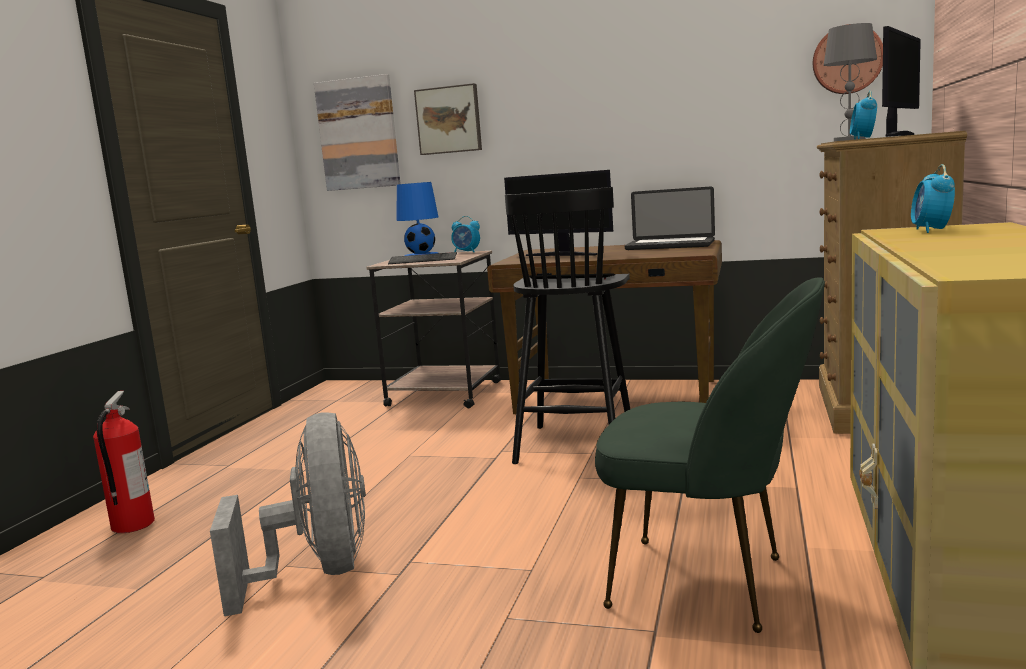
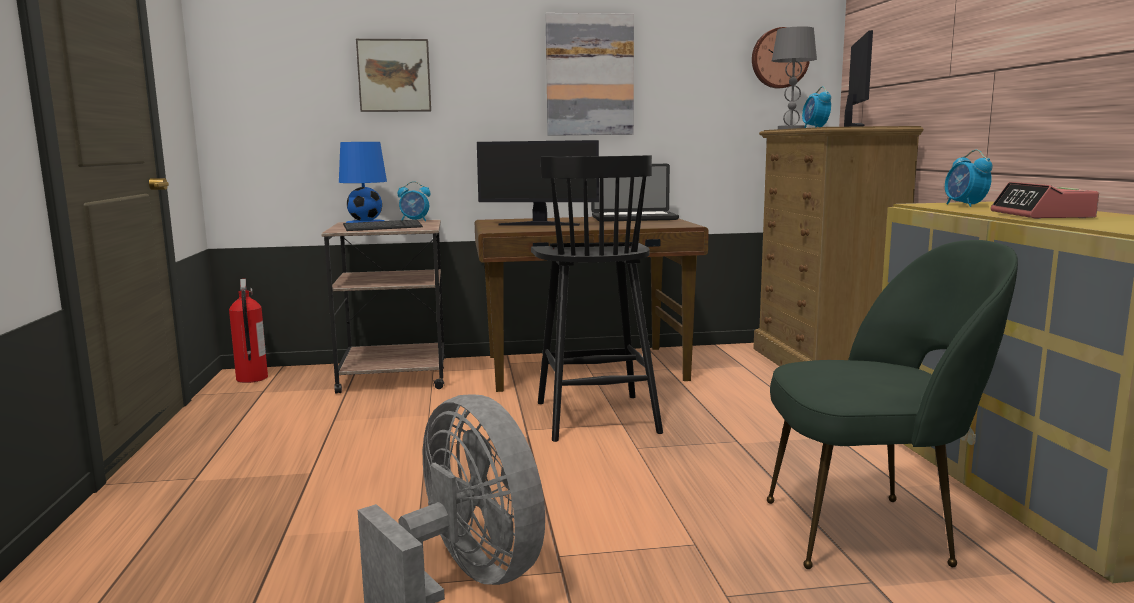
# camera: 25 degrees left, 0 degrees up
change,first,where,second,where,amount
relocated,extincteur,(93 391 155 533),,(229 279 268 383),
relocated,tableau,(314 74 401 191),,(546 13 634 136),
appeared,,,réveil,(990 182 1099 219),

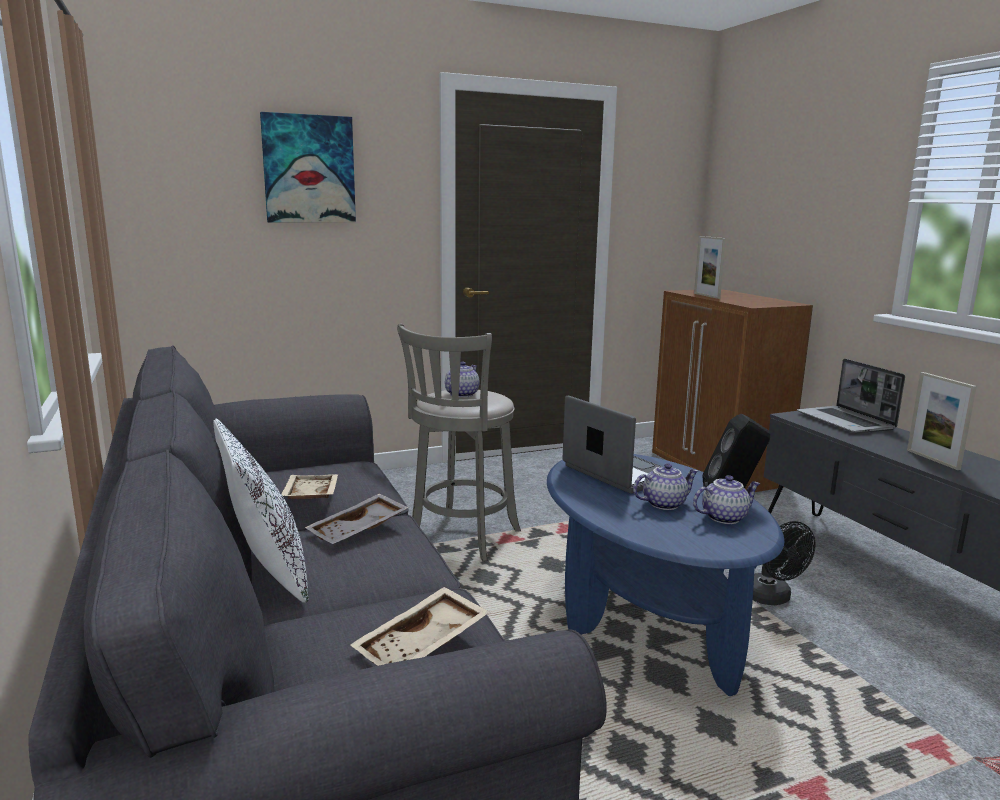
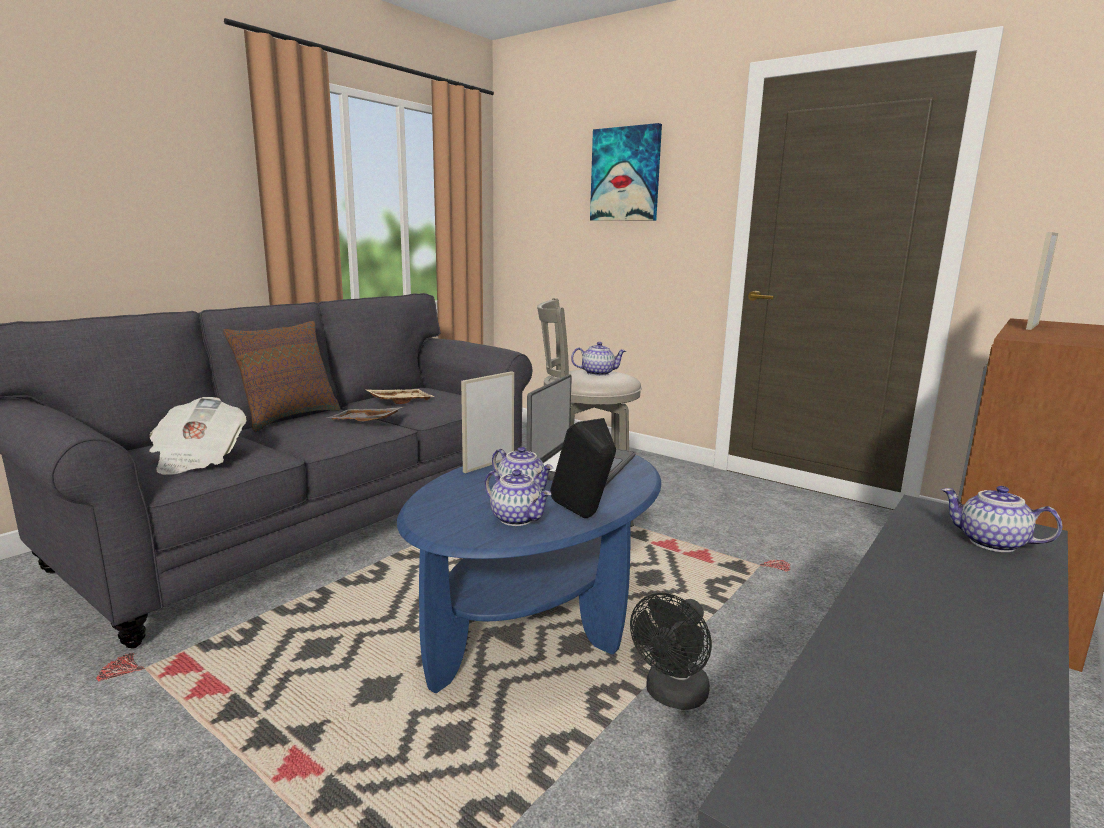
# camera: 60 degrees right, 0 degrees up
change,first,where,second,where,amount
exchanged,plateau [beige],(350 587 490 666),journal,(149 397 247 475),
colour,coussin [blanc],(213 419 308 603),coussin [marron],(223 321 341 432),
relocated,cadre photo,(907 372 977 470),,(461 371 514 473),
exchanged,ordinateur portable,(797 359 905 434),théière,(941 486 1062 552),

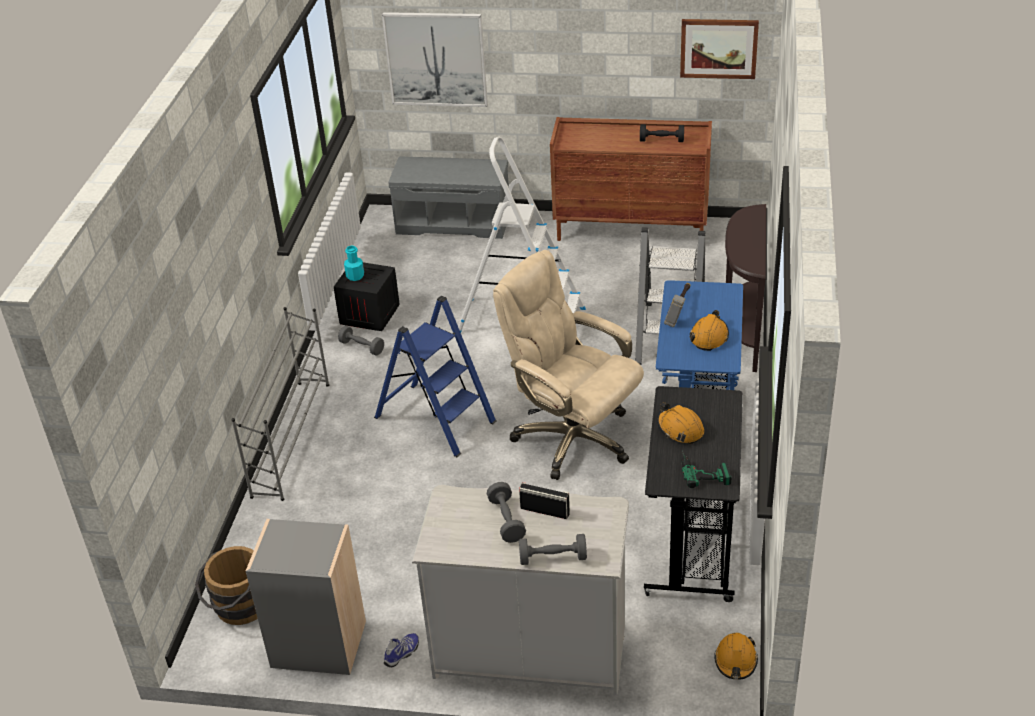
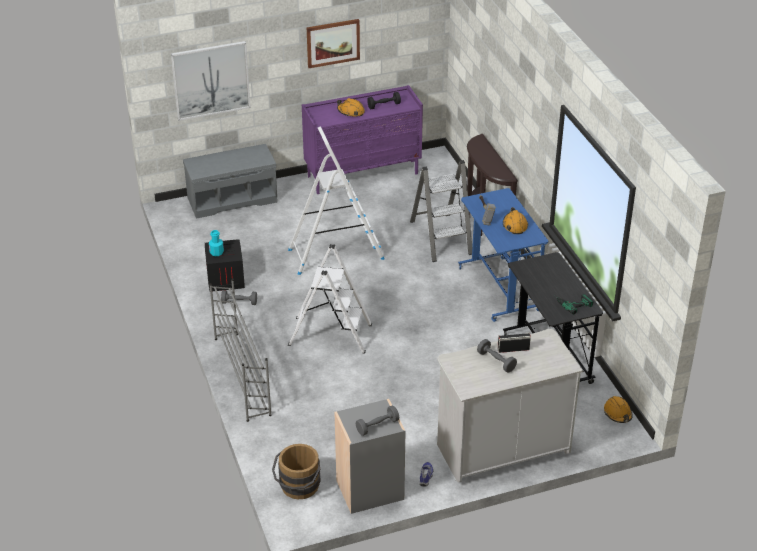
# camera: 30 degrees left, 0 degrees up
change,first,where,second,where,amount
colour,escabeau [bleu],(374 296 496 457),escabeau [blanc],(288 244 372 353),
colour,meuble de rangement [marron],(550 117 712 241),meuble de rangement [violet],(302 85 423 194),
relocated,tableau,(680 19 759 79),,(307 19 360 68),
relocated,casque de chantier [orange],(657 402 704 444),,(337 98 365 117),
relocated,haltère [gris],(519 534 587 565),,(356 406 399 436),
missing,chaise de bureau [beige],(493 250 644 480),,,

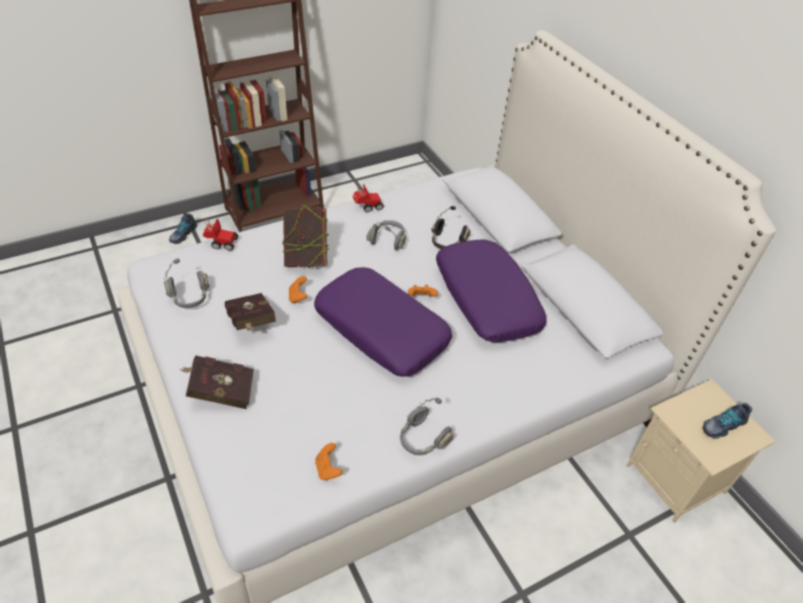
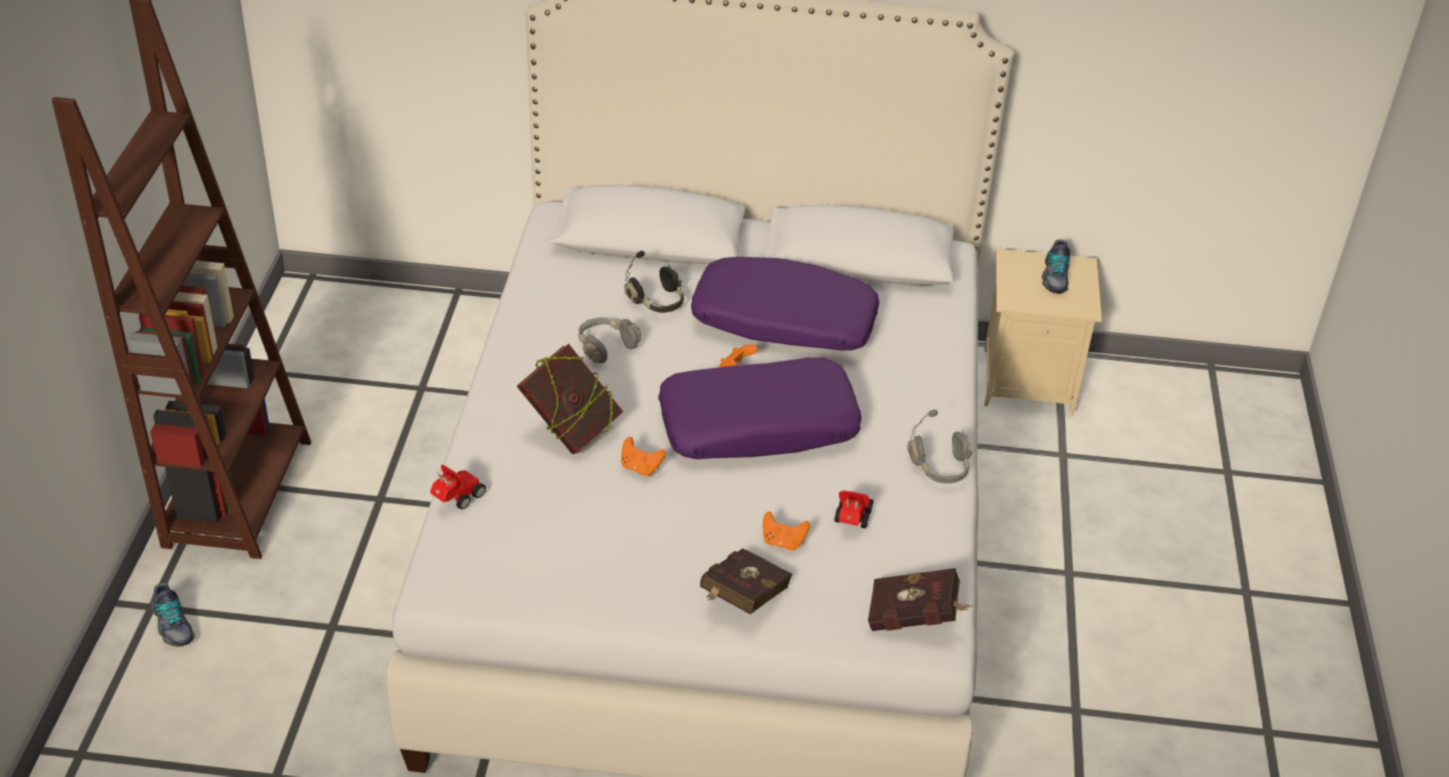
# camera: 55 degrees left, 5 degrees down
change,first,where,second,where,amount
relocated,manette [orange],(315 443 343 480),,(763 512 810 550),
relocated,petite voiture,(353 184 384 212),,(834 491 874 528),
relocated,livre [rouge],(225 293 276 332),,(868 568 972 631),
missing,casque audio [gris],(164 259 210 308),,,

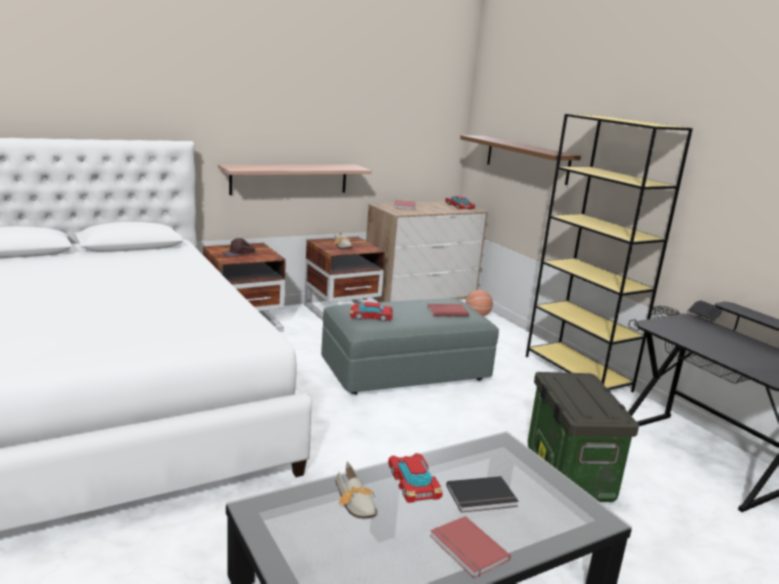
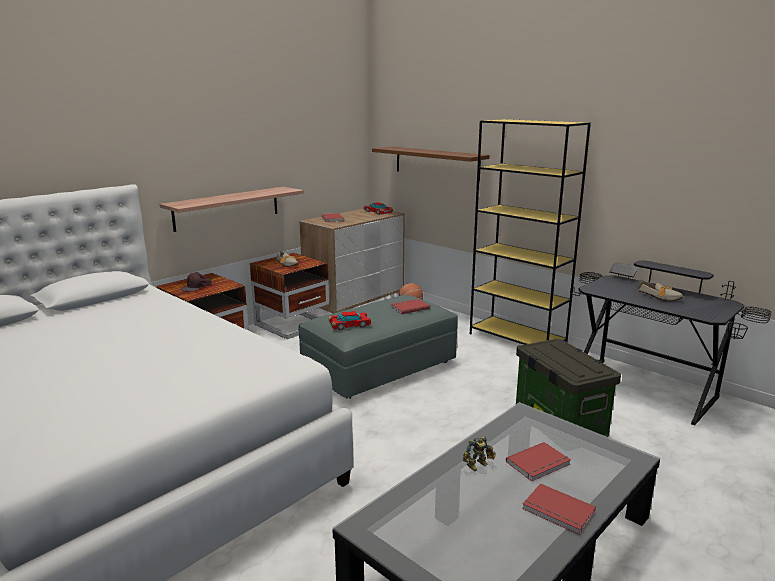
# camera: 15 degrees left, 0 degrees up
change,first,where,second,where,amount
exchanged,petite voiture,(388 453 443 503),robot jouet,(463 436 496 471),
colour,livre [noir],(447 476 519 513),livre [rouge],(506 442 571 481),
relocated,chaussure,(335 461 377 518),,(638 279 683 301),

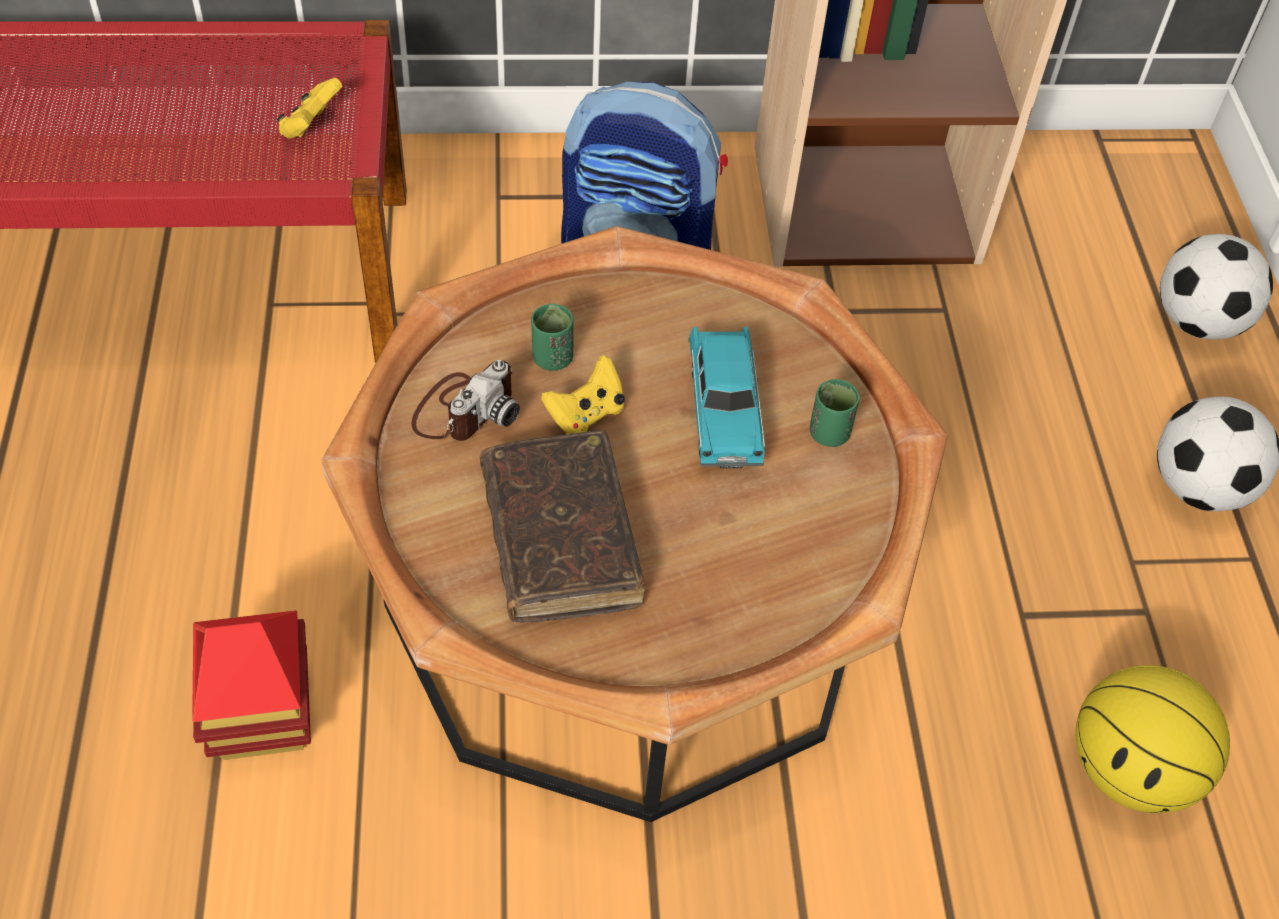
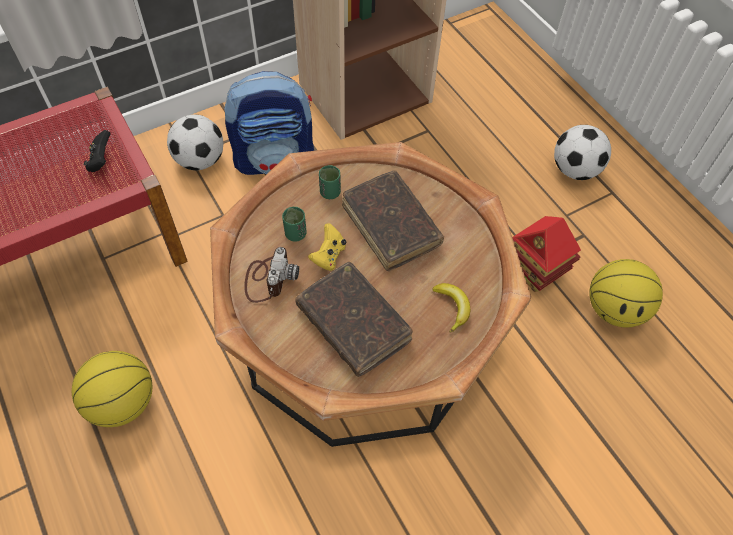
# camera: 25 degrees left, 5 degrees up
change,first,where,second,where,amount
appeared,,,ballon de basket,(72 351 152 427),
colour,manette [jaune],(277 78 343 139),manette [noir],(84 130 111 172),
relocated,ballon de foot,(1160 234 1273 339),,(167 114 223 170),
relocated,tasse [vert],(810 379 860 447),,(319 165 341 199),
exchanged,petite voiture [turquoise],(689 327 765 468),livre [marron],(342 171 444 271),
appeared,,,banane,(432 283 470 333),
relocated,maison miniature,(192 610 311 760),,(512 216 581 292),

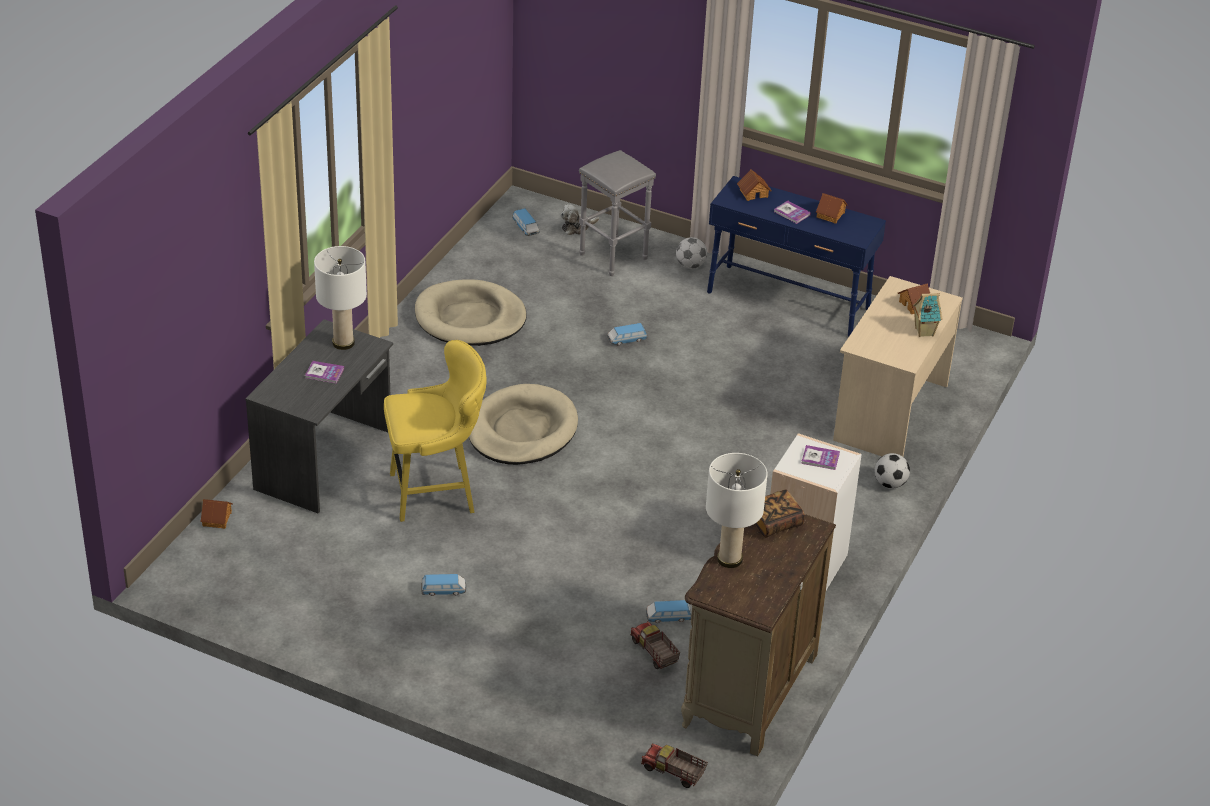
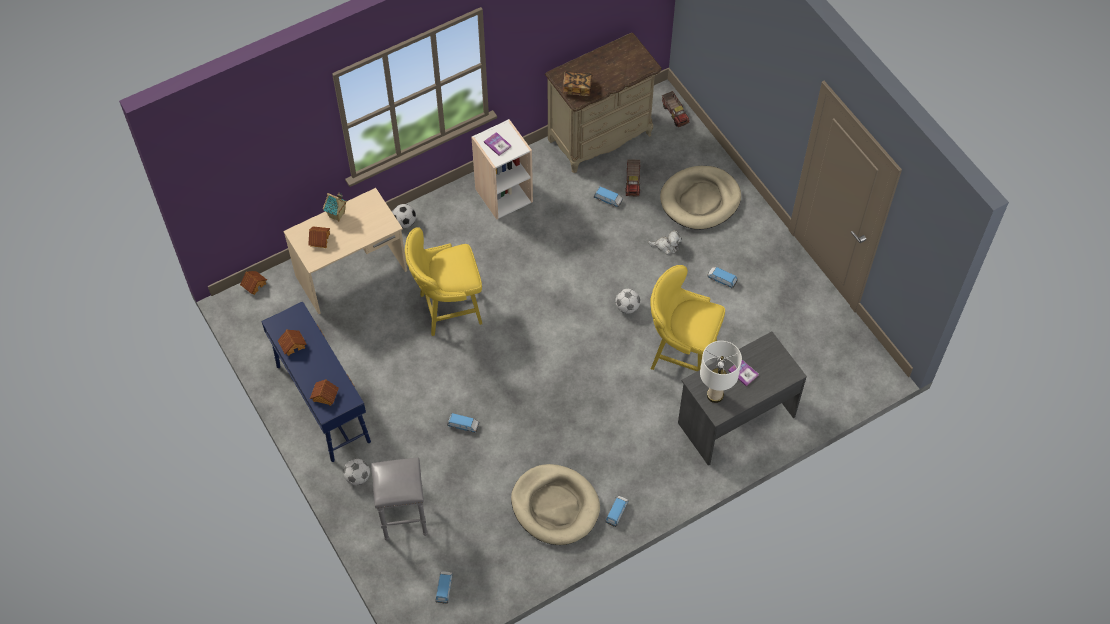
# camera: 145 degrees left, 20 degrees up
change,first,where,second,where,amount
relocated,maison miniature,(201 499 233 529),,(240 271 267 295),
appeared,,,tabouret [jaune],(405 227 482 336),
appeared,,,petite voiture,(605 496 629 527),
appeared,,,ballon de foot,(615 289 640 314),
relocated,peluche,(561 204 599 235),,(648 230 682 255),
relocated,panier pour chien [beige],(469 384 578 465),,(660 166 741 229),
missing,lampe de table [blanc],(706 453 767 568),,,
missing,livre,(774 201 811 224),,,

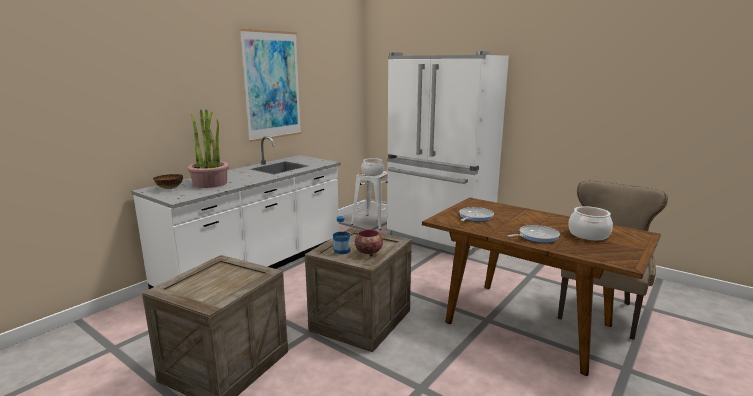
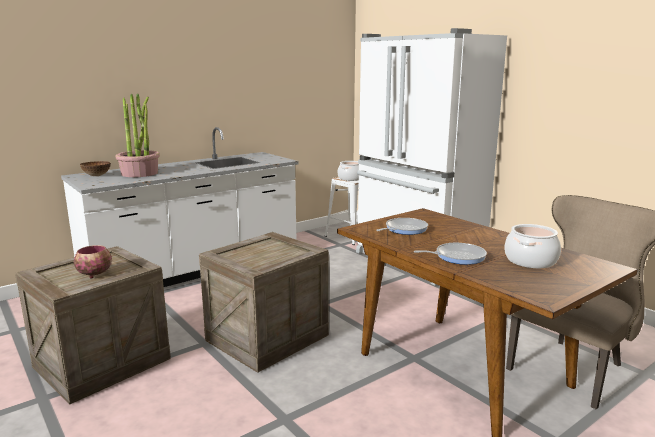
# camera: 15 degrees right, 0 degrees up
change,first,where,second,where,amount
relocated,bol,(355 230 383 256),,(74 245 112 279),
missing,tableau,(239 29 302 142),,,
missing,bouteille,(333 216 351 254),,,

